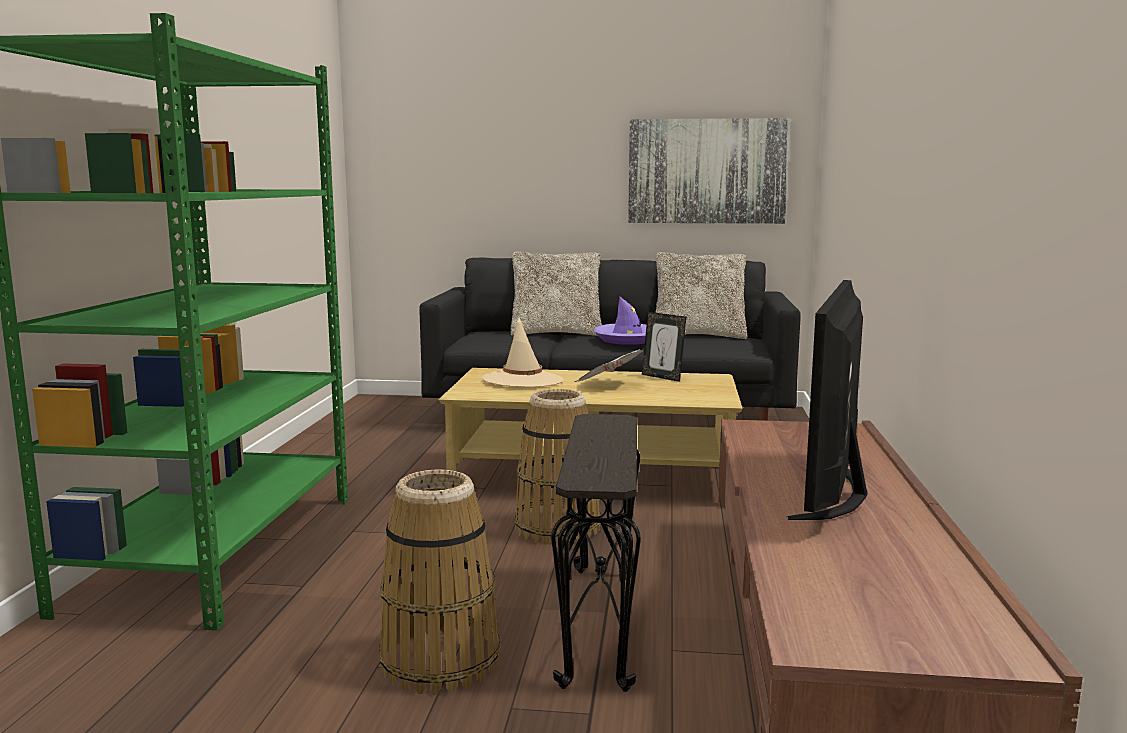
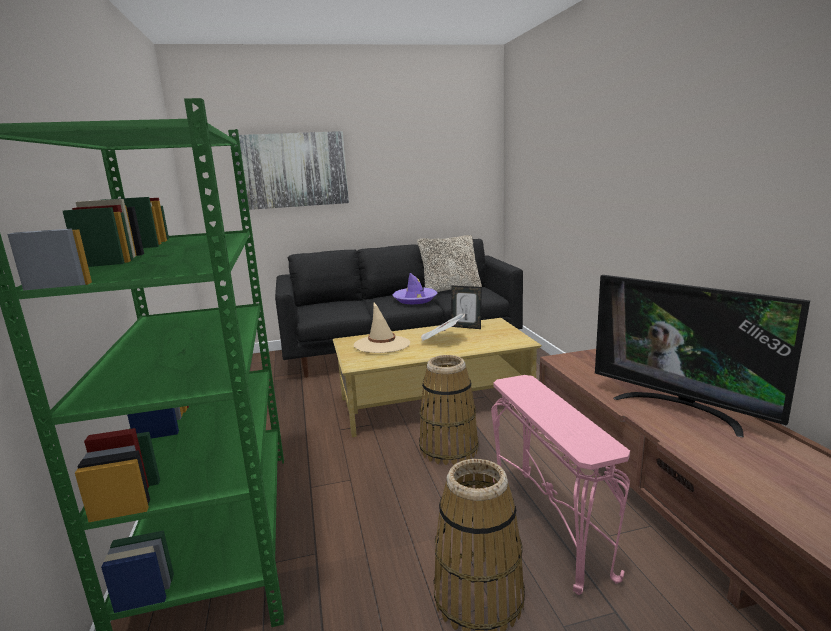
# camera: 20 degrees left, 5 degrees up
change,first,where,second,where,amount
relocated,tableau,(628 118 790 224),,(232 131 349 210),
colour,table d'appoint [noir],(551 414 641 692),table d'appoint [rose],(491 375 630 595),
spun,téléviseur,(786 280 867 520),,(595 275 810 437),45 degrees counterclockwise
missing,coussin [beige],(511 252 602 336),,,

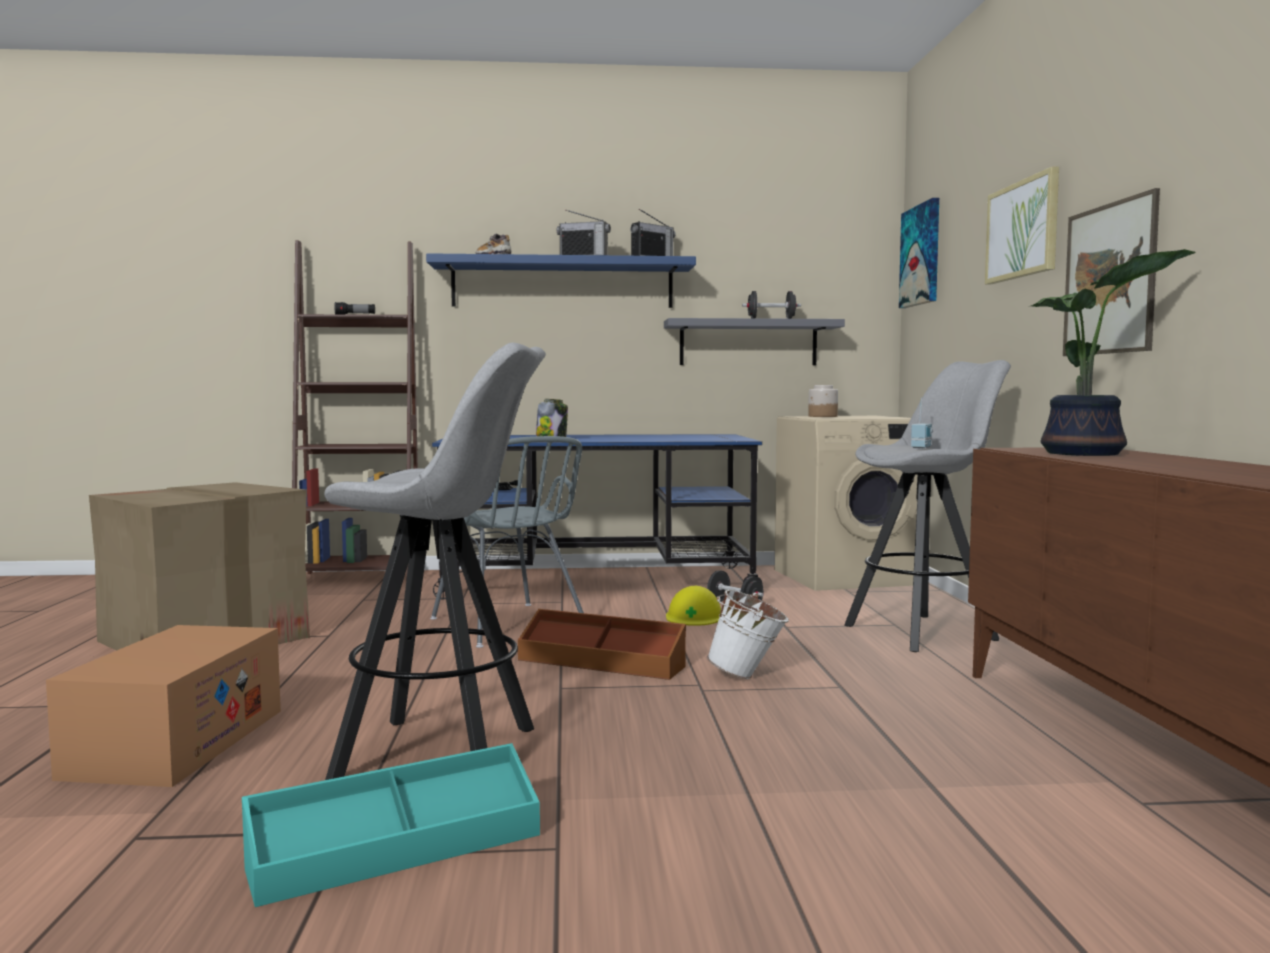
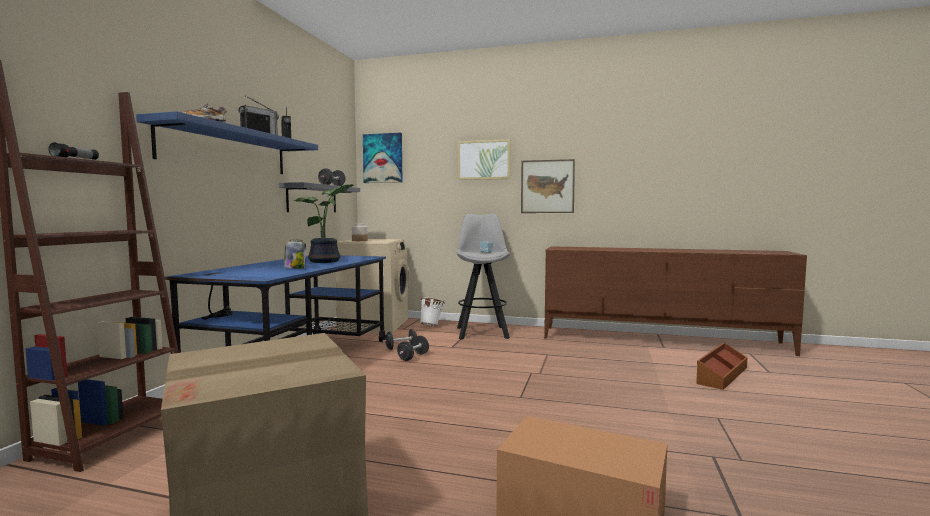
# camera: 70 degrees left, 0 degrees up
change,first,where,second,where,amount
relocated,plante en pot,(1029 249 1195 456),,(294 184 354 263),
exchanged,casque de chantier [jaune],(666 586 721 626),haltère [noir],(397 336 429 361),
relocated,seau [blanc],(707 590 789 679),,(420 298 445 326),
relocated,boîte de rangement [marron],(518 609 686 680),,(696 343 748 390),
missing,boîte de rangement [turquoise],(242 743 540 907),,,
missing,tabouret [gris],(325 343 546 780),,,
missing,chaise [gris],(430 436 584 648),,,

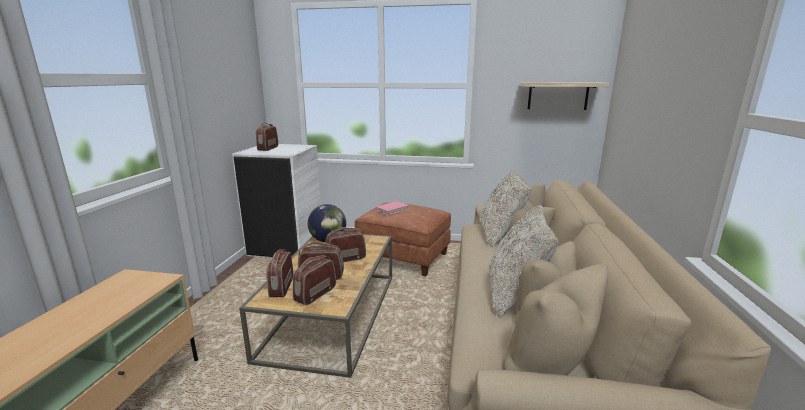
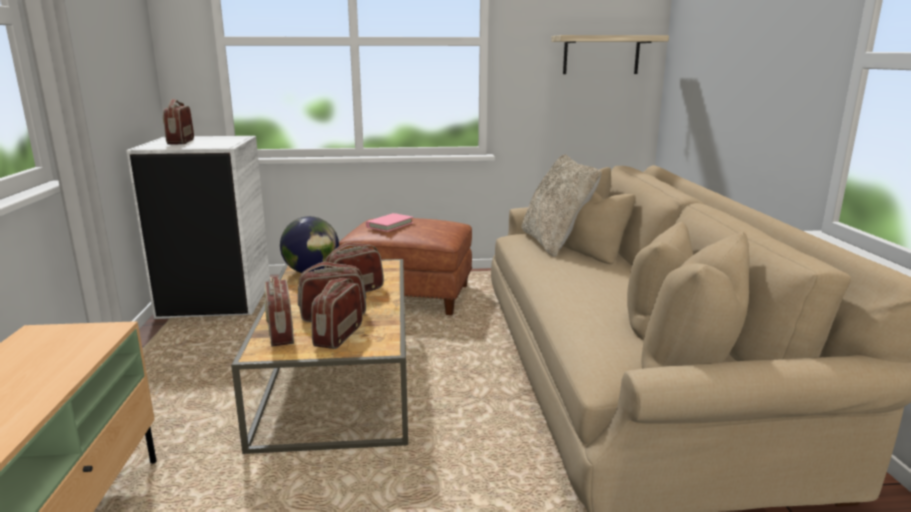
# camera: 15 degrees left, 0 degrees up
change,first,where,second,where,amount
missing,coussin [beige],(489 205 559 318),,,

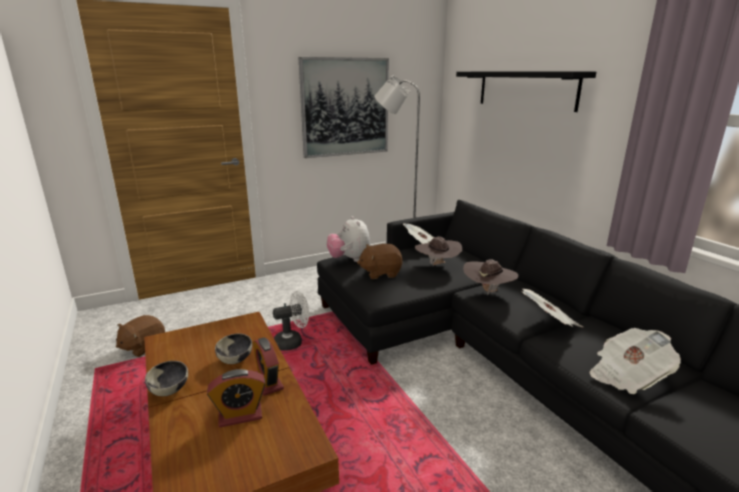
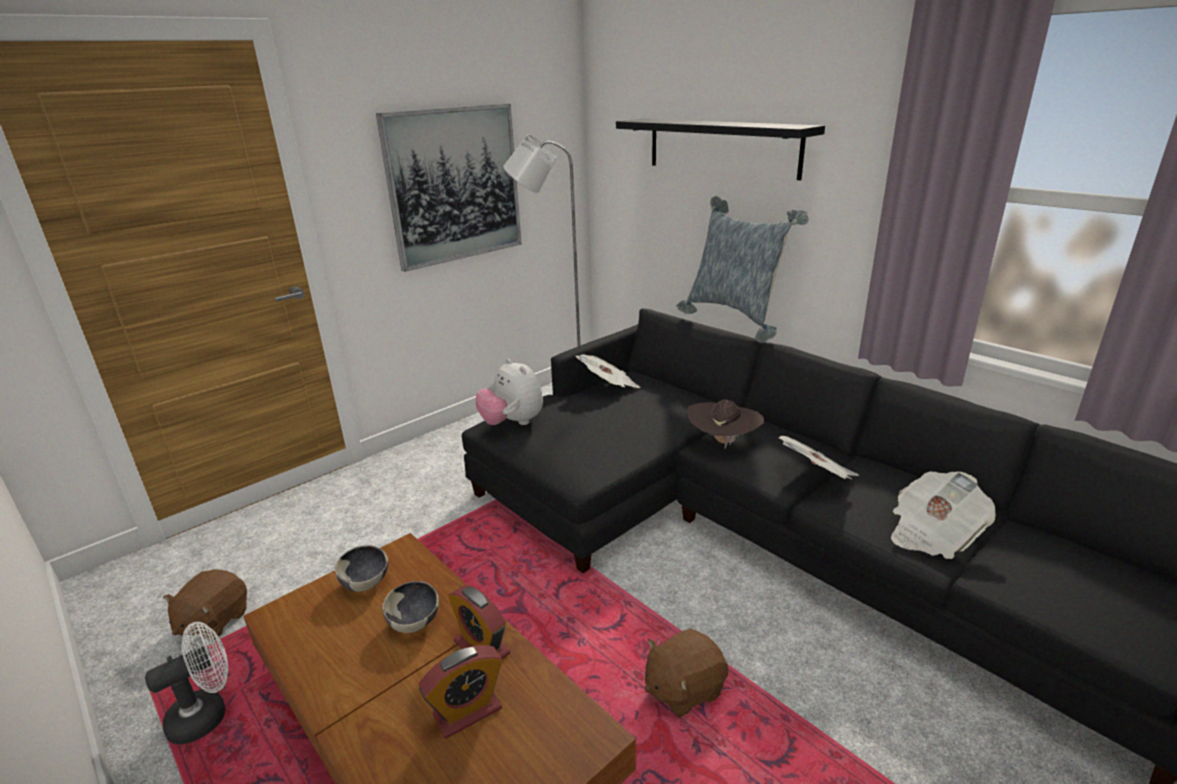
# camera: 15 degrees left, 5 degrees up
change,first,where,second,where,amount
relocated,ventilateur [blanc],(273 291 309 351),,(145 622 228 744),
relocated,bol,(145 361 188 396),,(335 545 388 592),
relocated,peluche [marron],(357 244 402 279),,(645 629 729 717),
appeared,,,coussin,(676 196 809 343),
missing,chapeau [marron],(415 237 462 265),,,

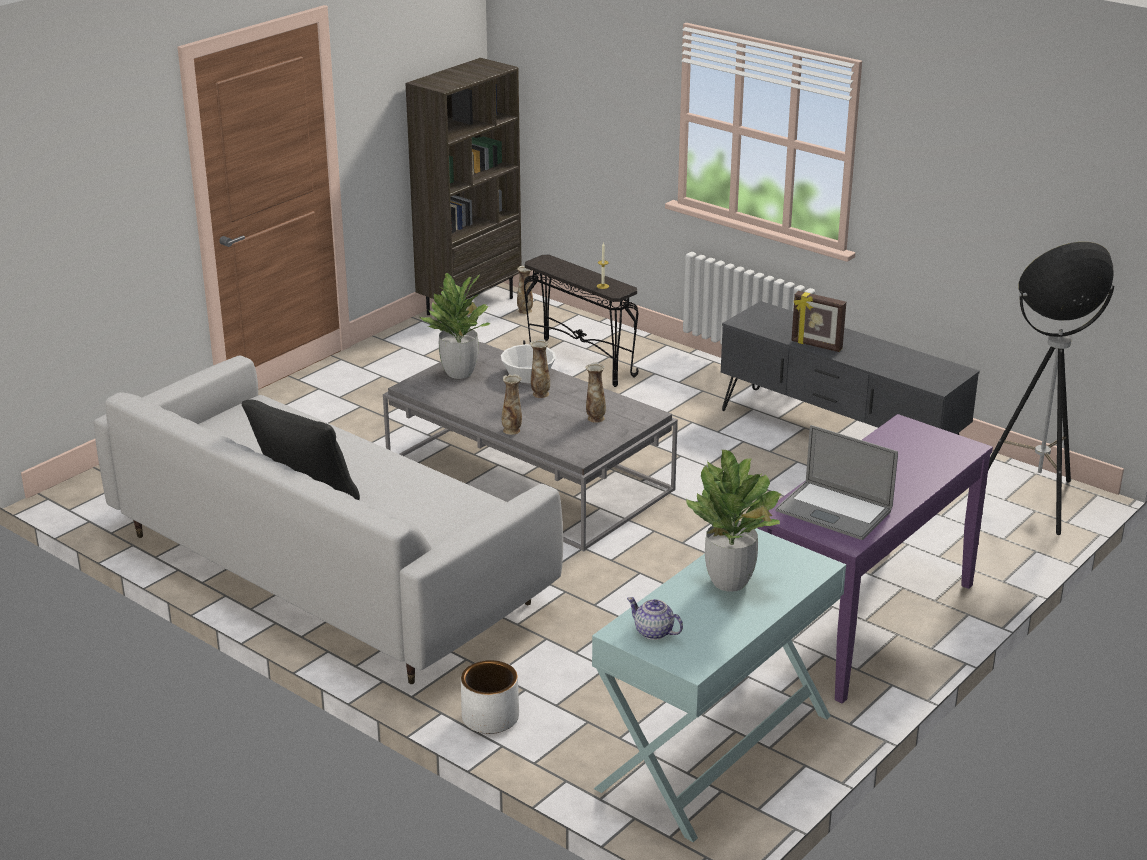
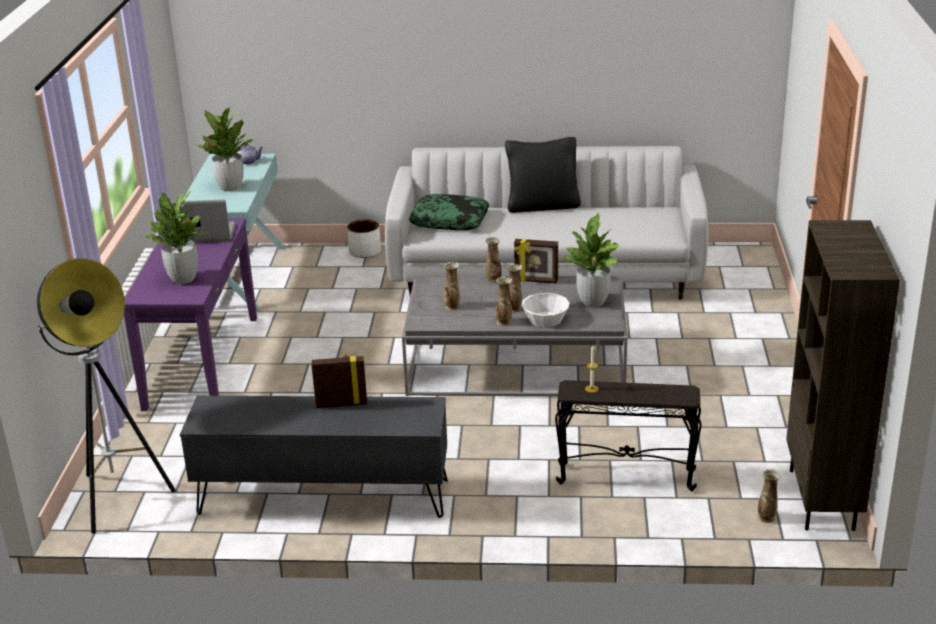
# camera: 145 degrees right, 0 degrees up
change,first,where,second,where,amount
appeared,,,plante en pot,(143 190 207 284),
appeared,,,coussin,(409 194 490 230),
appeared,,,vase,(495 277 512 326),
appeared,,,cadre photo,(514 239 558 284),

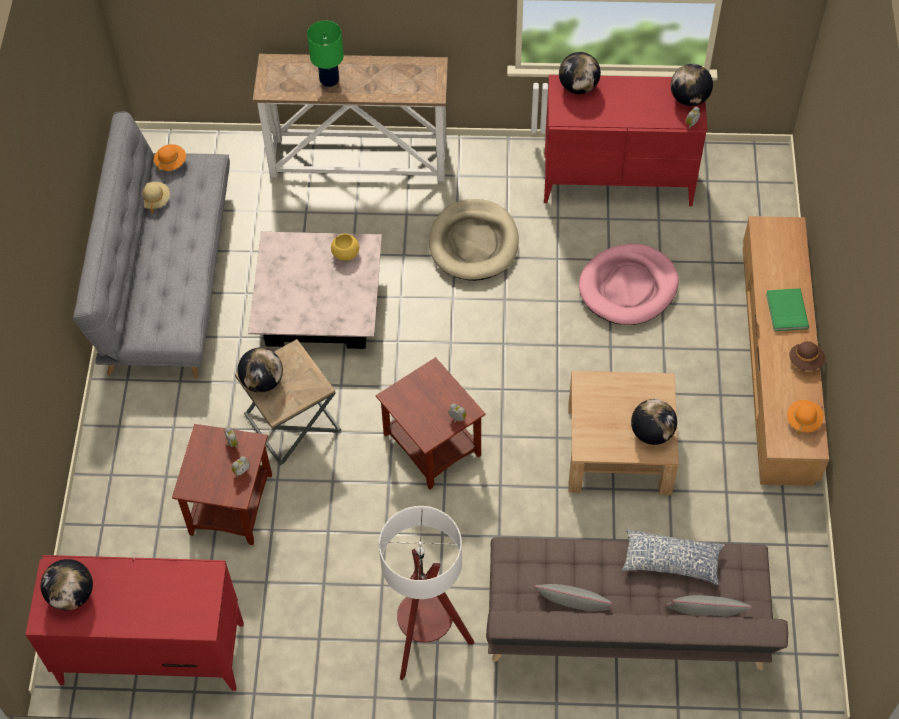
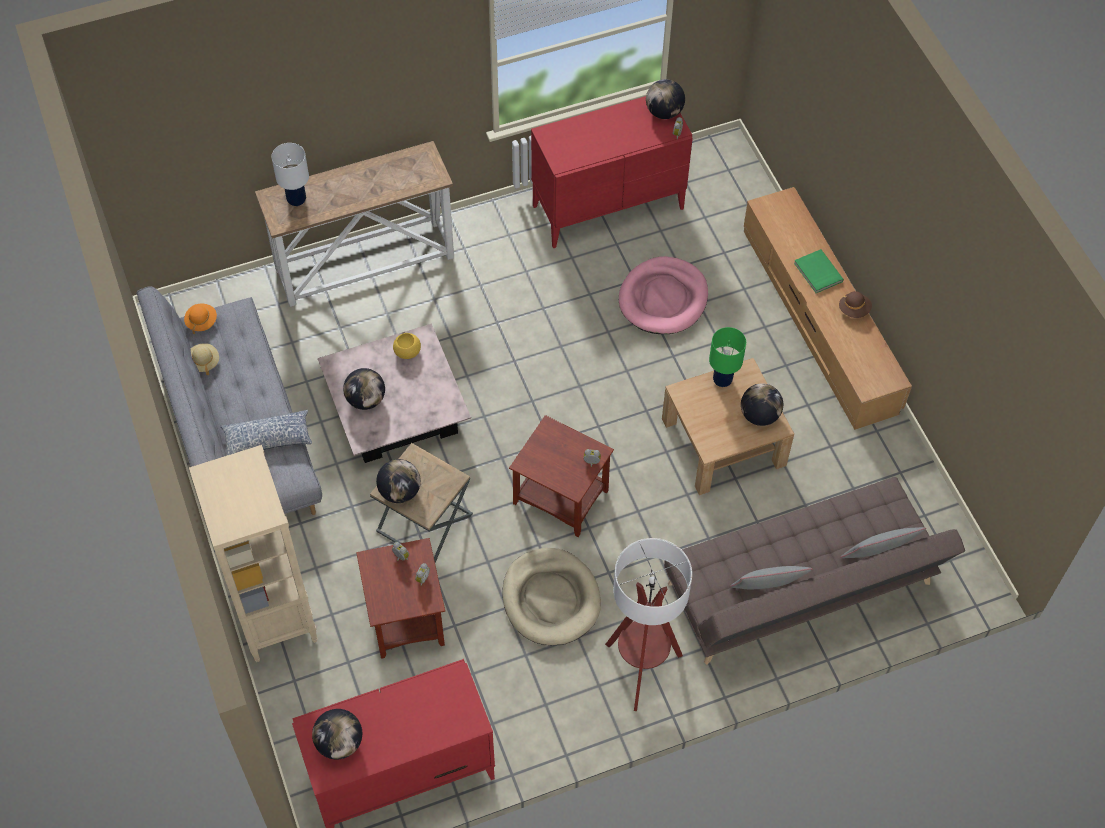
# camera: 25 degrees left, 0 degrees up
change,first,where,second,where,amount
appeared,,,bibliothèque [beige],(189 445 318 662),
relocated,coussin,(622 529 725 585),,(220 409 312 455),
appeared,,,lampe de table [blanc],(271 143 309 206),
relocated,globe,(559 52 601 94),,(343 368 385 410),
relocated,panier pour chien [beige],(429 199 519 281),,(502 548 601 645),
relocated,lampe de table [vert],(307 20 344 87),,(709 327 746 387),
missing,chapeau [orange],(787 400 824 435),,,

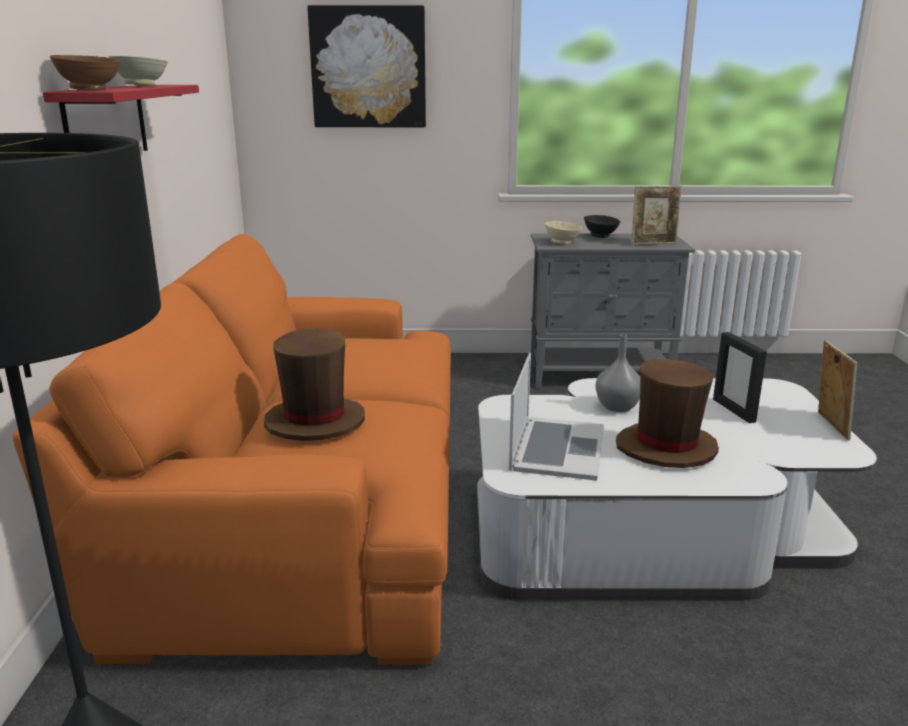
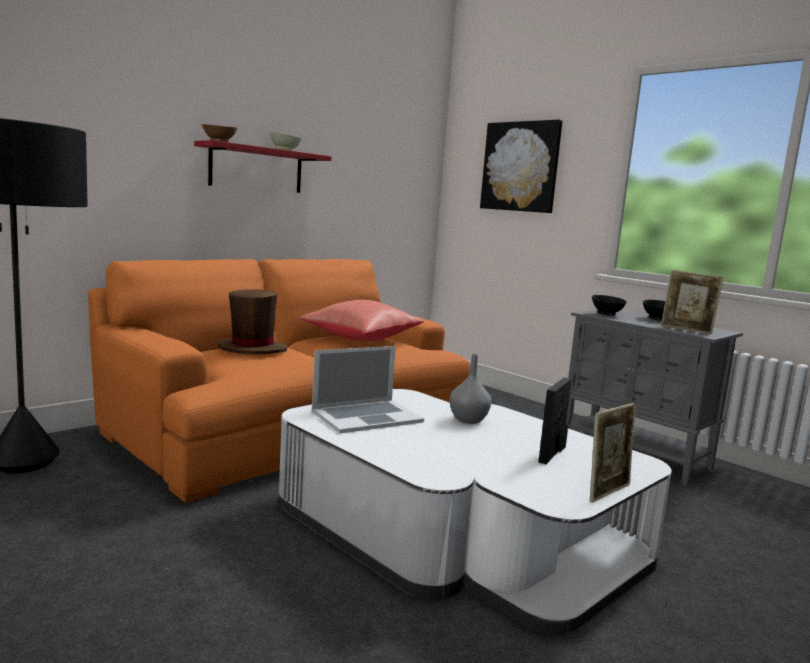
# camera: 45 degrees right, 10 degrees down
change,first,where,second,where,amount
appeared,,,coussin [rouge],(300 300 424 341),
colour,bol [beige],(544 221 582 244),bol [noir],(592 295 627 316),
missing,chapeau [marron],(616 359 719 468),,,

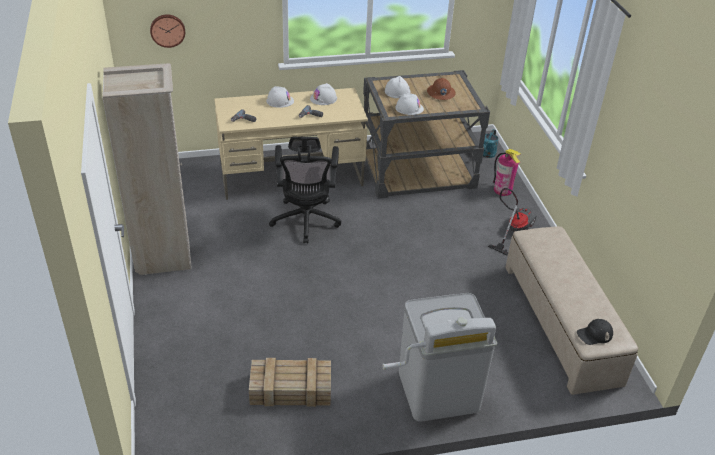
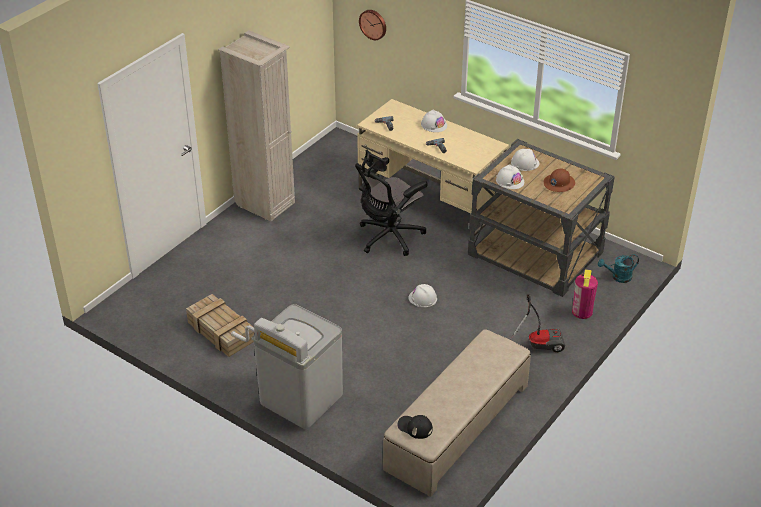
# camera: 50 degrees right, 0 degrees up
change,first,where,second,where,amount
relocated,casque de chantier [blanc],(310 83 337 105),,(408 284 437 307),

